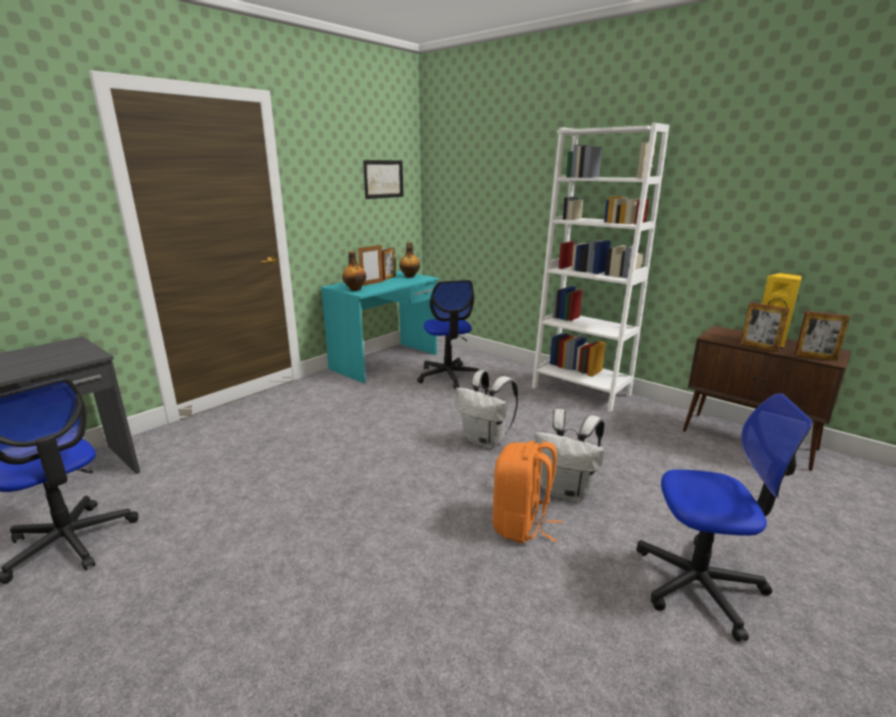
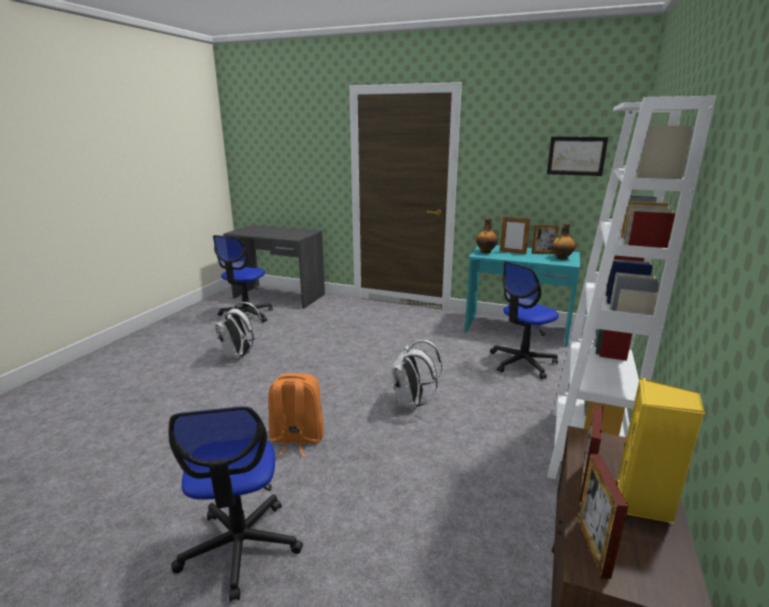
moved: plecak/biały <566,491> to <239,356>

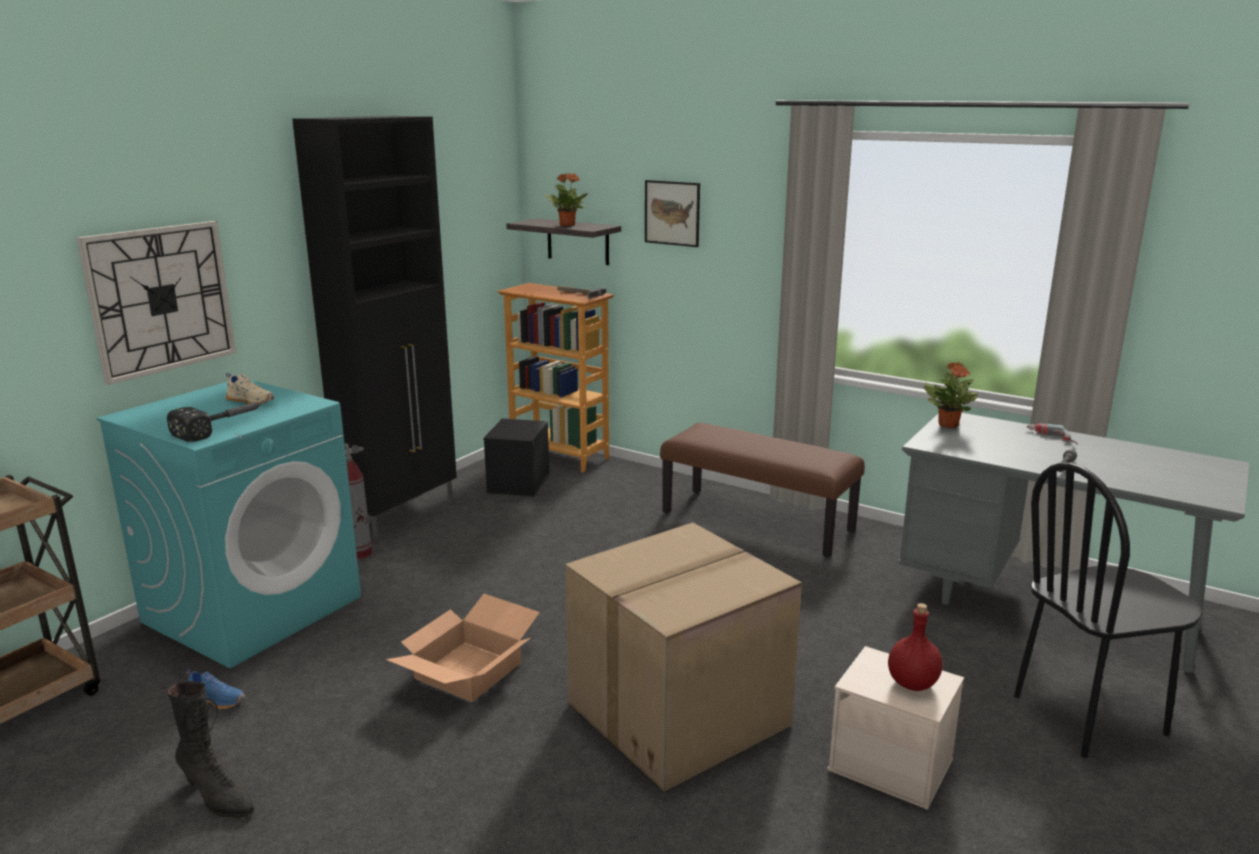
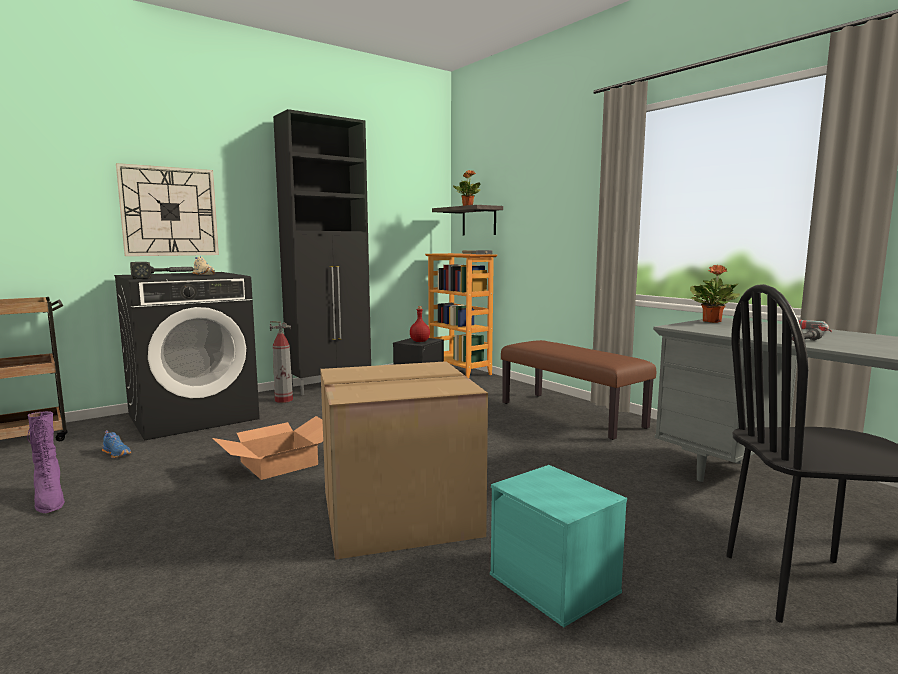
removed: obraz <672,213>
moved: butelka/czerwony <913,683> to <420,341>
recoloured: pralka/turkusowy <254,608> to pralka/czarny <194,416>; but z cholewką/czarny <217,797> to but z cholewką/fioletowy <49,500>; pojemnik do przechowywania/beżowy <892,765> to pojemnik do przechowywania/turkusowy <556,583>

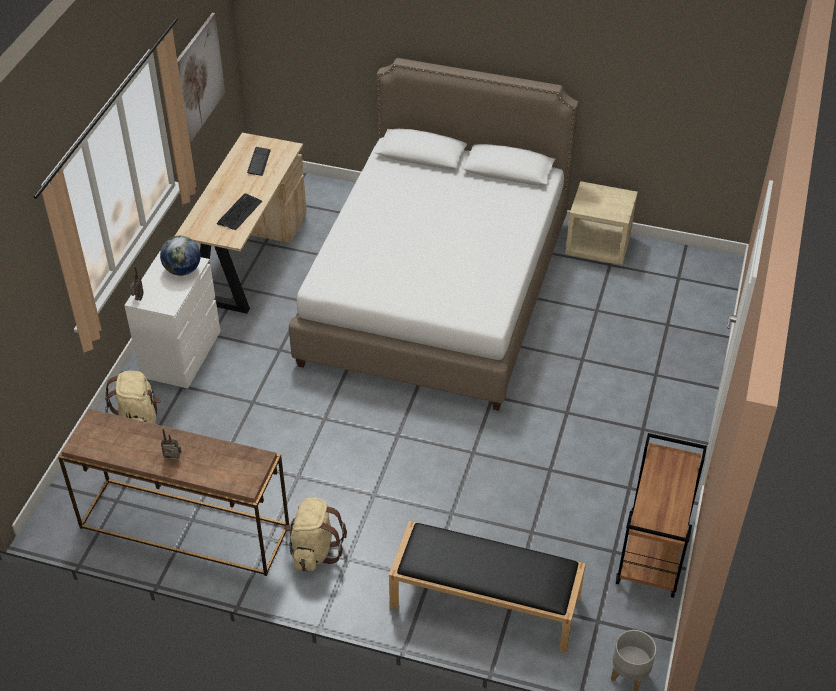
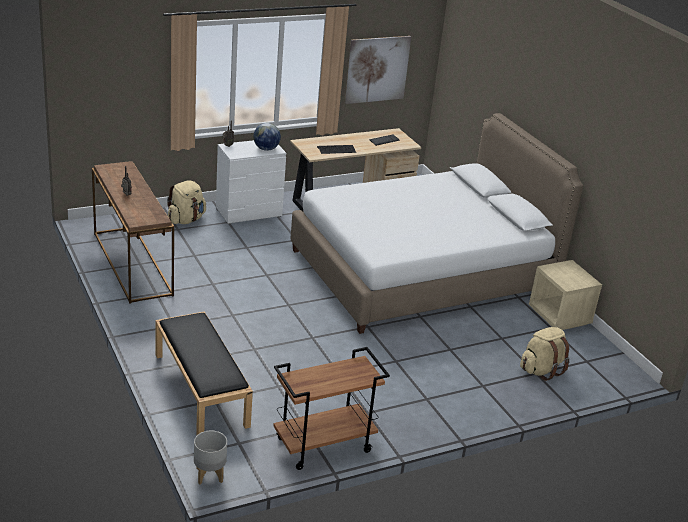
moved: plecak/beżowy <314,550> to <541,370>

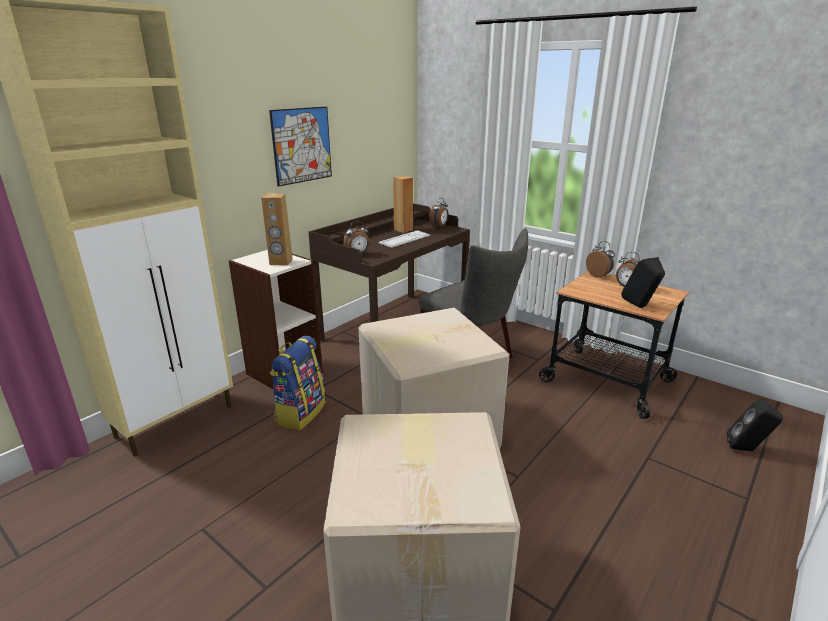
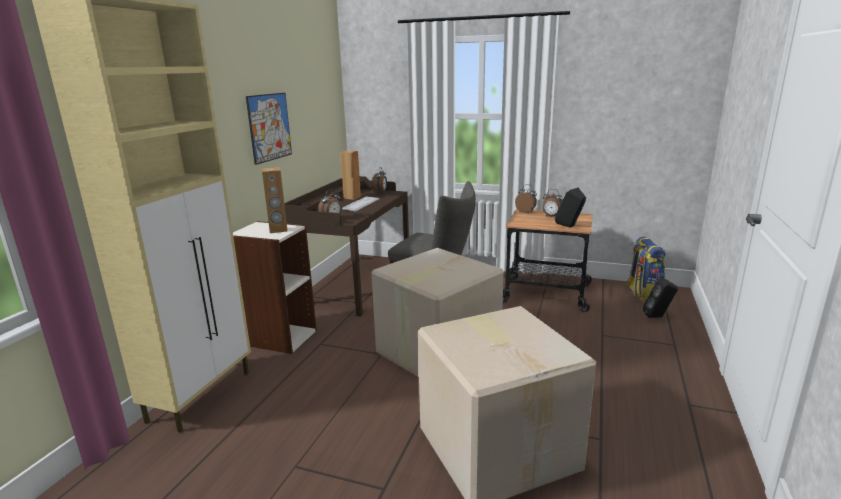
moved: plecak <300,413> to <642,294>

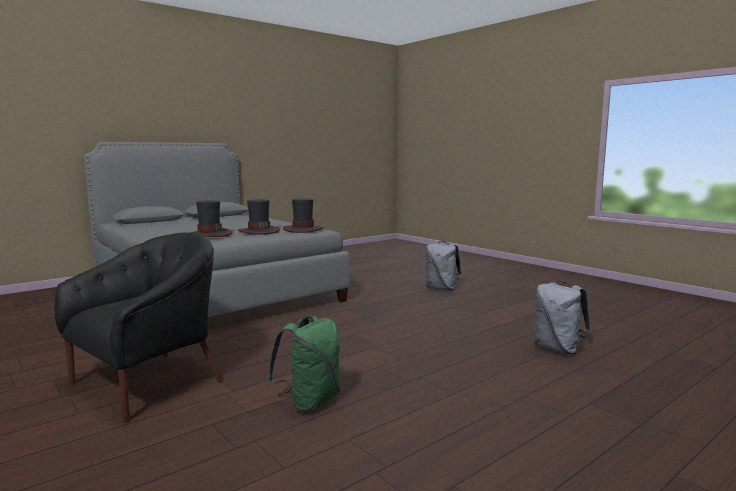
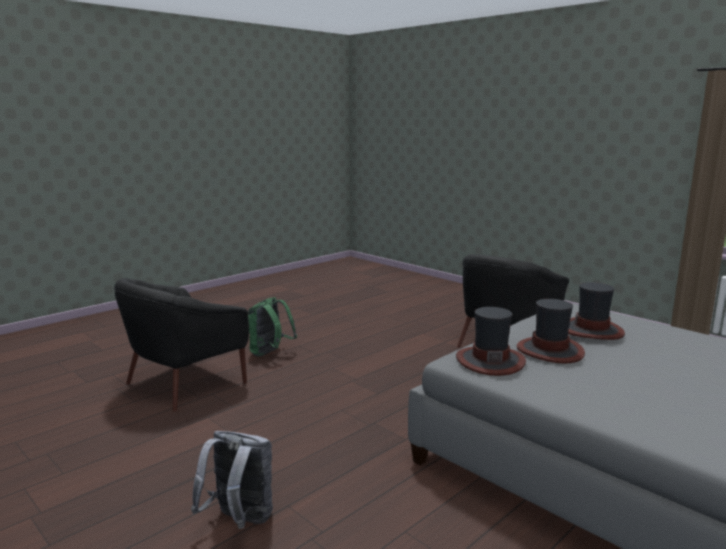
moved: plecak/zielony <309,401> to <270,353>
replaced: plecak/szary <558,349> to fotel/czarny <184,383>

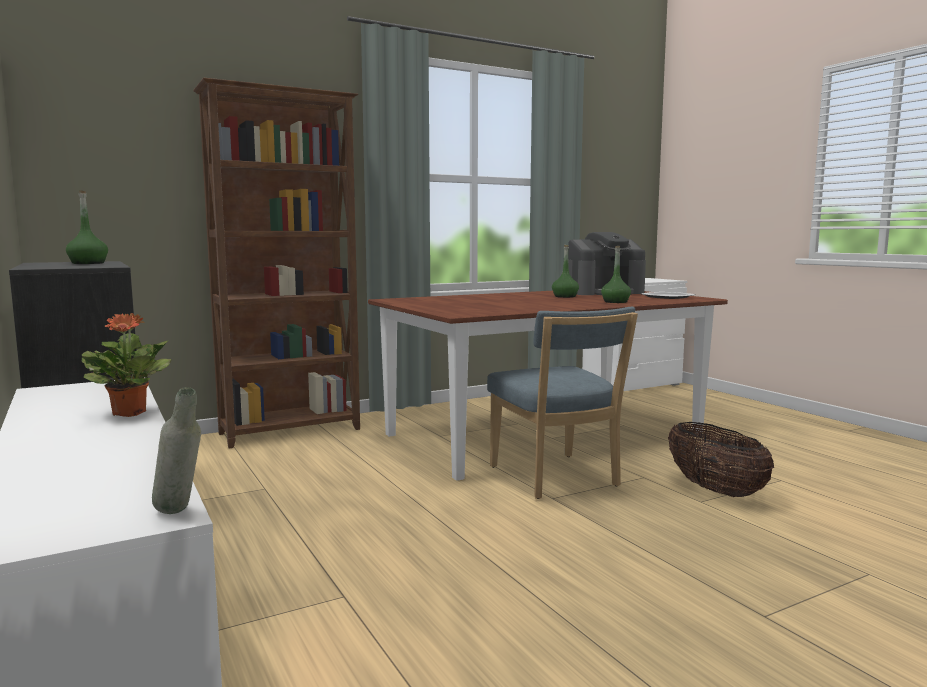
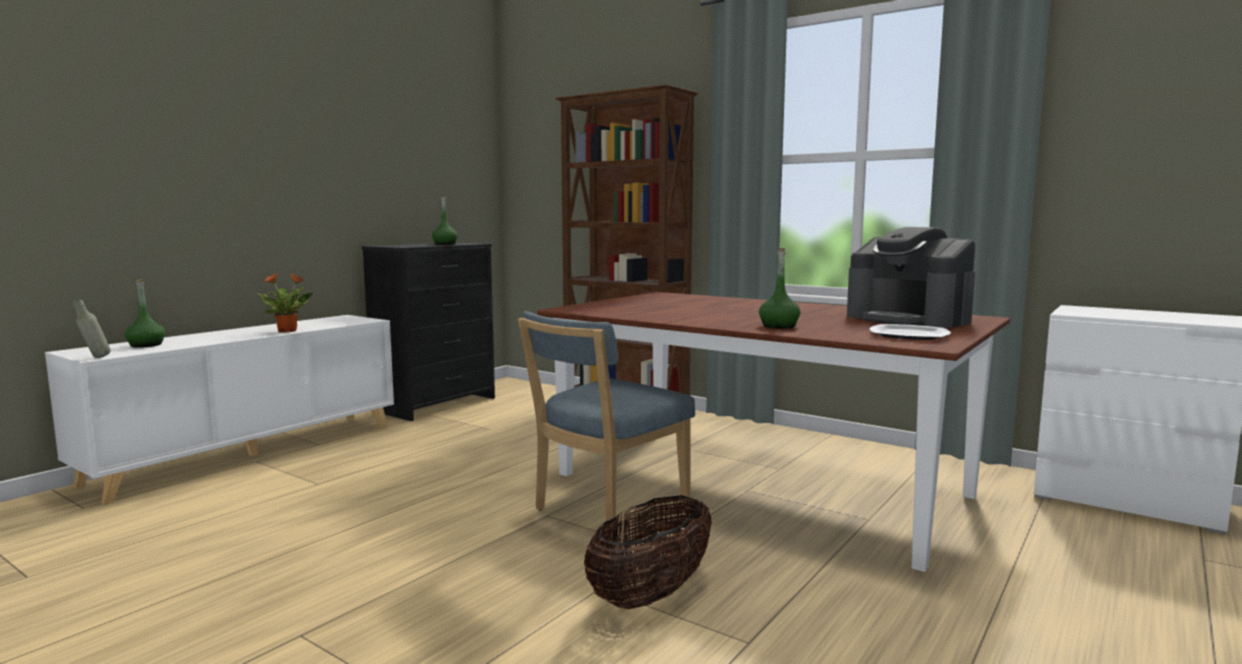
moved: butelka/zielony <565,296> to <146,345>

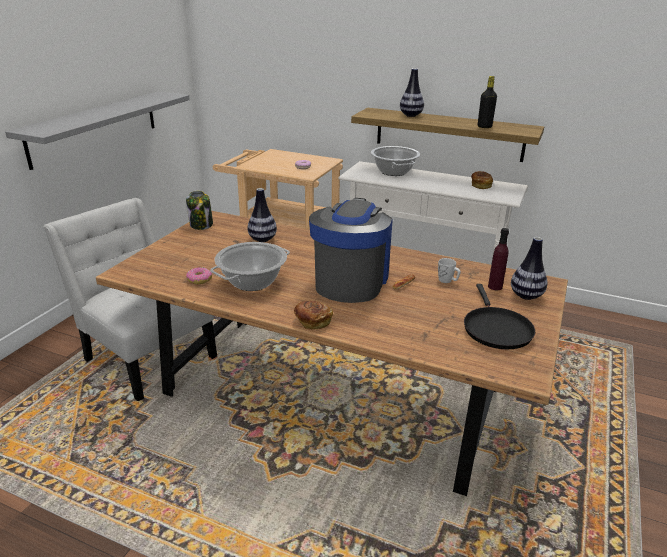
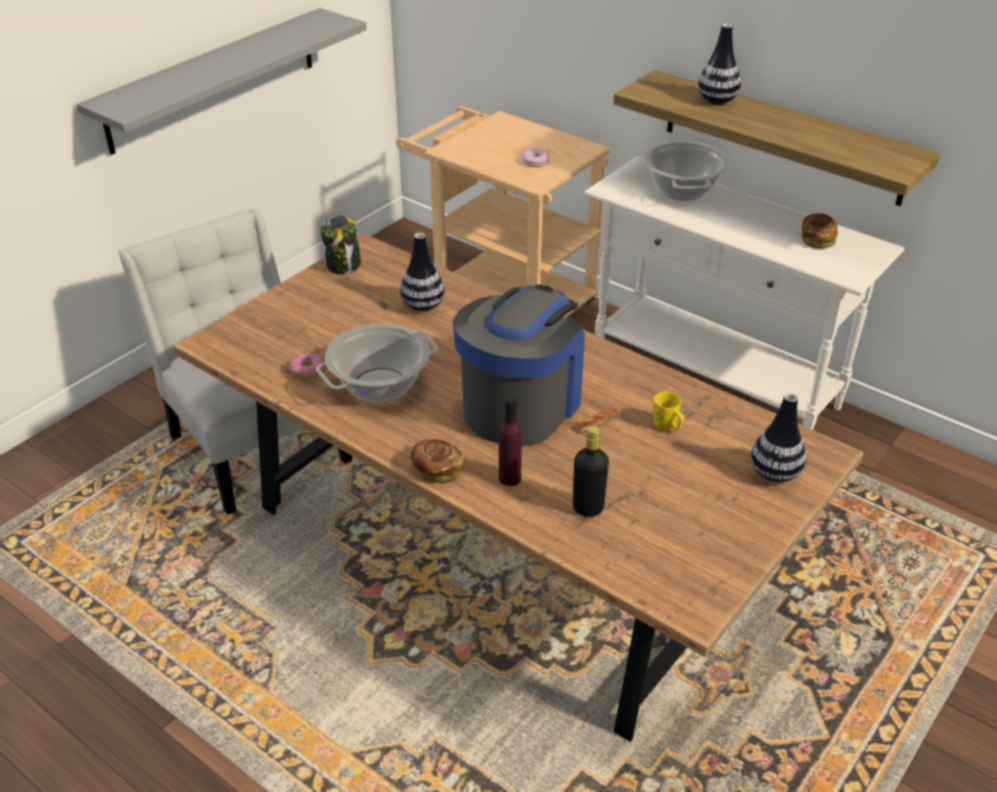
removed: patelnia/czarny <495,329>
moved: butelka/czarny <484,127> to <588,508>; butelka/fioletowy <495,286> to <509,478>
recoloured: kubek/biały <447,281> to kubek/żółty <667,426>

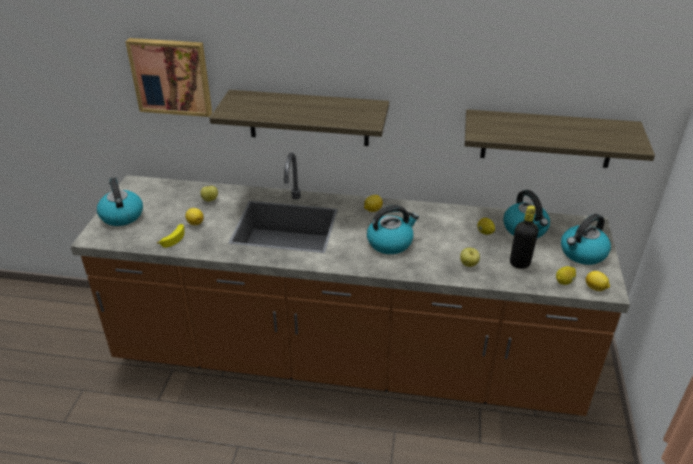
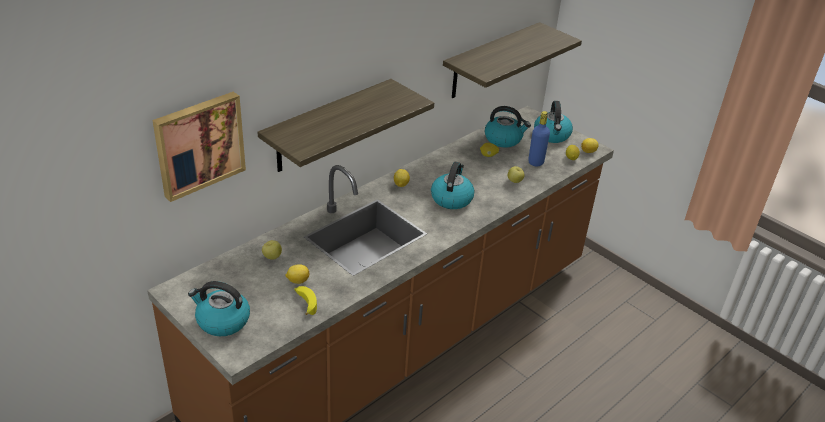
recoloured: butelka/czarny <519,263> to butelka/niebieski <536,162>

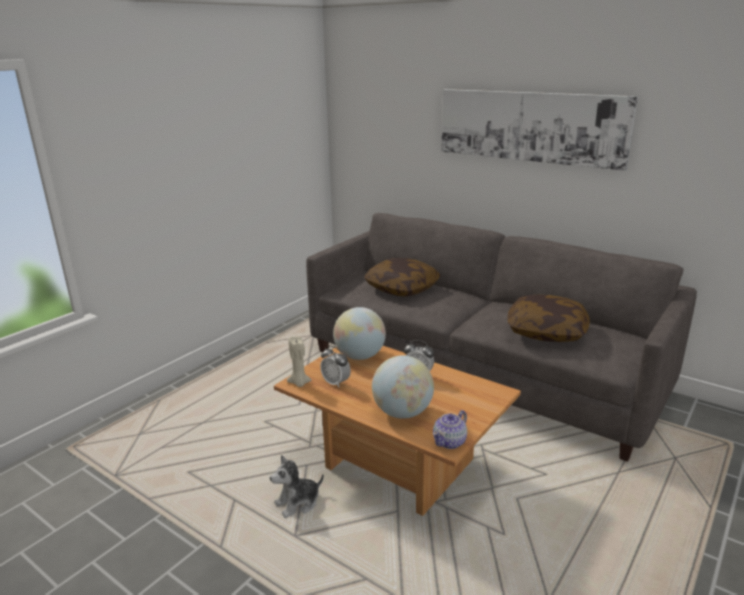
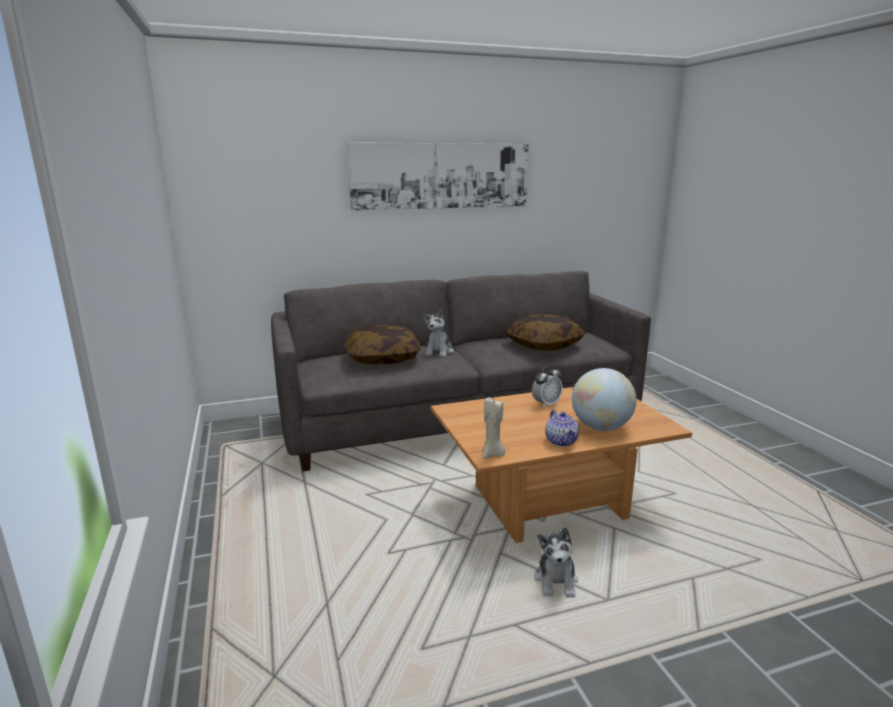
removed: budzik <336,383>; globus <360,356>
added: pluszak <439,351>
moved: imbryk <450,442> to <561,441>

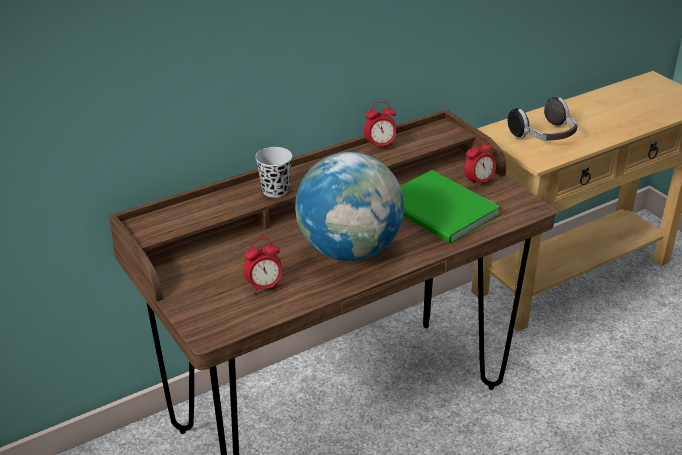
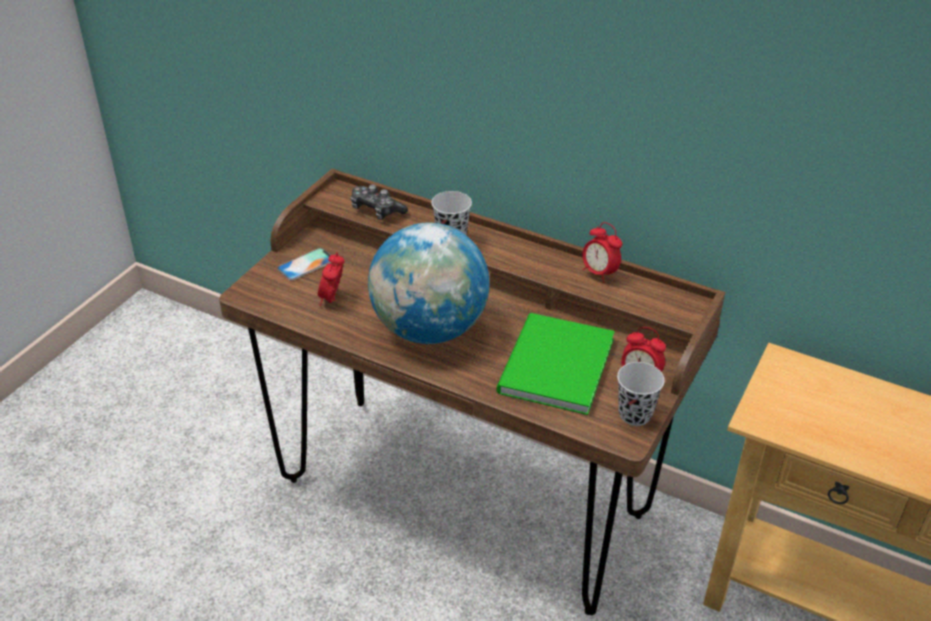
removed: słuchawki <544,137>
added: telefon <306,264>; pad do gier <376,210>; filiżanka/czarny <635,414>
turned: budzik <264,287> = <332,299> 60 degrees clockwise

